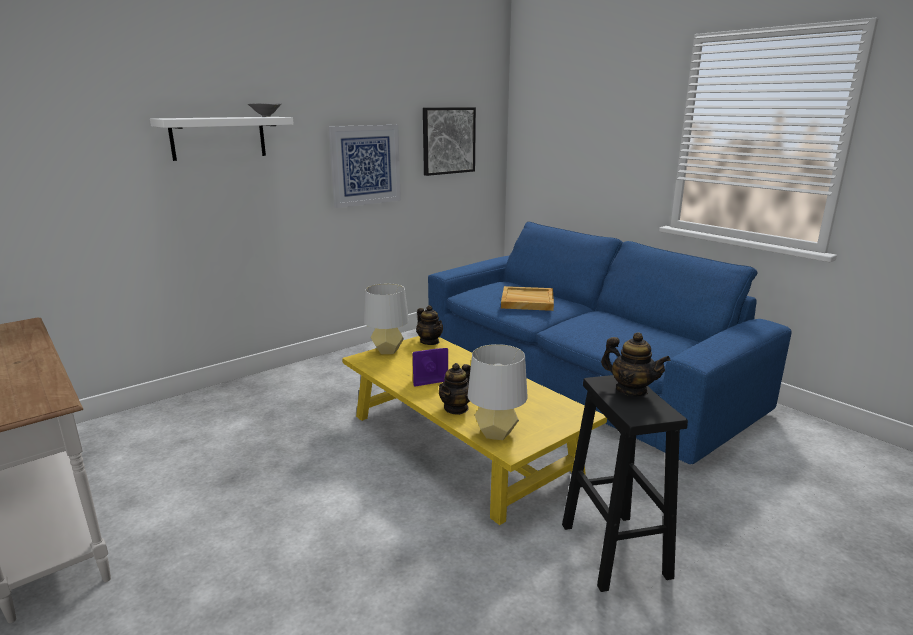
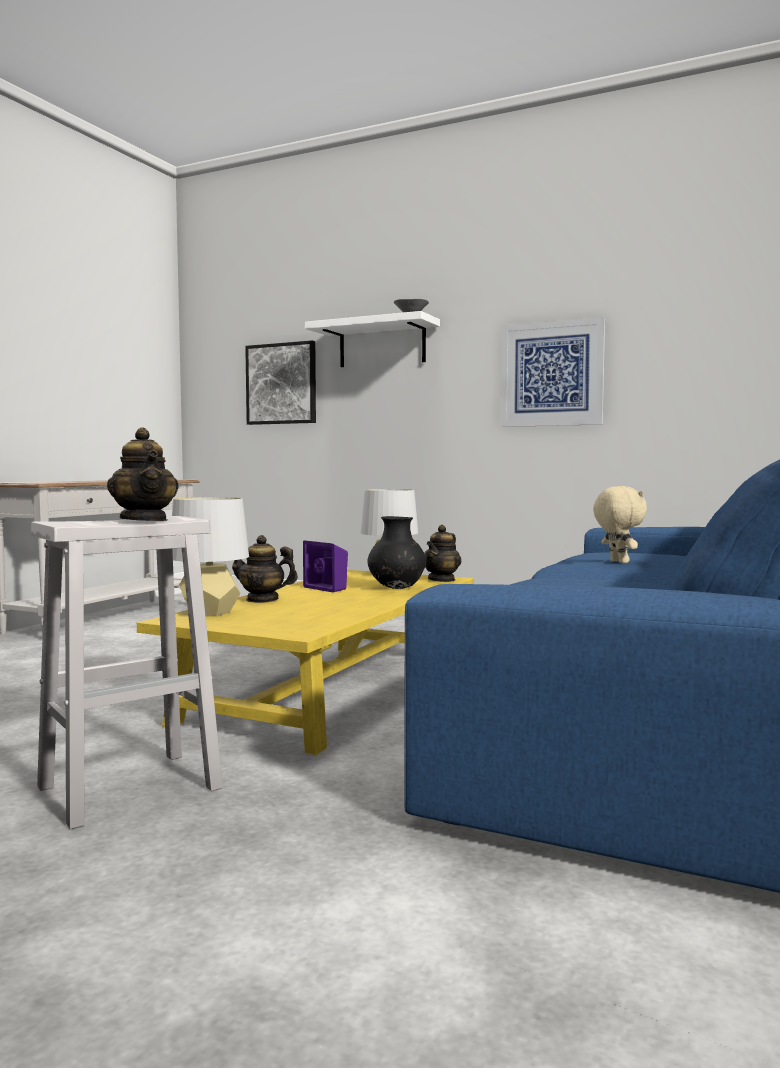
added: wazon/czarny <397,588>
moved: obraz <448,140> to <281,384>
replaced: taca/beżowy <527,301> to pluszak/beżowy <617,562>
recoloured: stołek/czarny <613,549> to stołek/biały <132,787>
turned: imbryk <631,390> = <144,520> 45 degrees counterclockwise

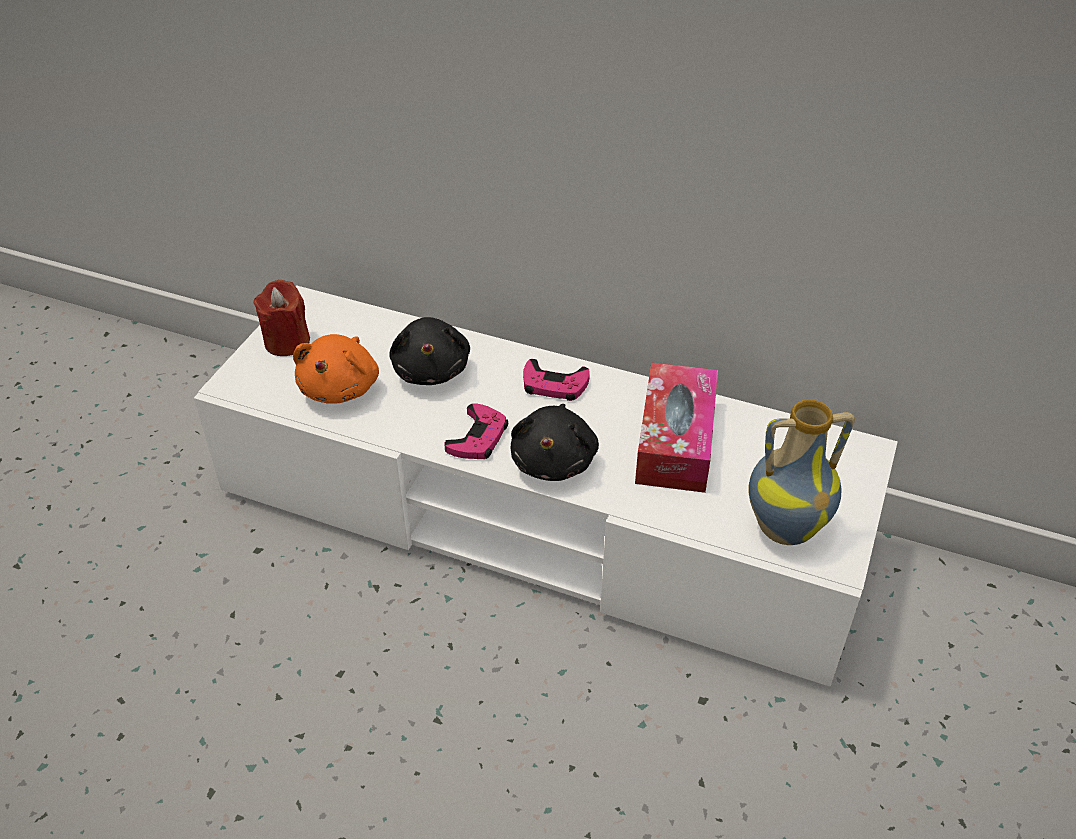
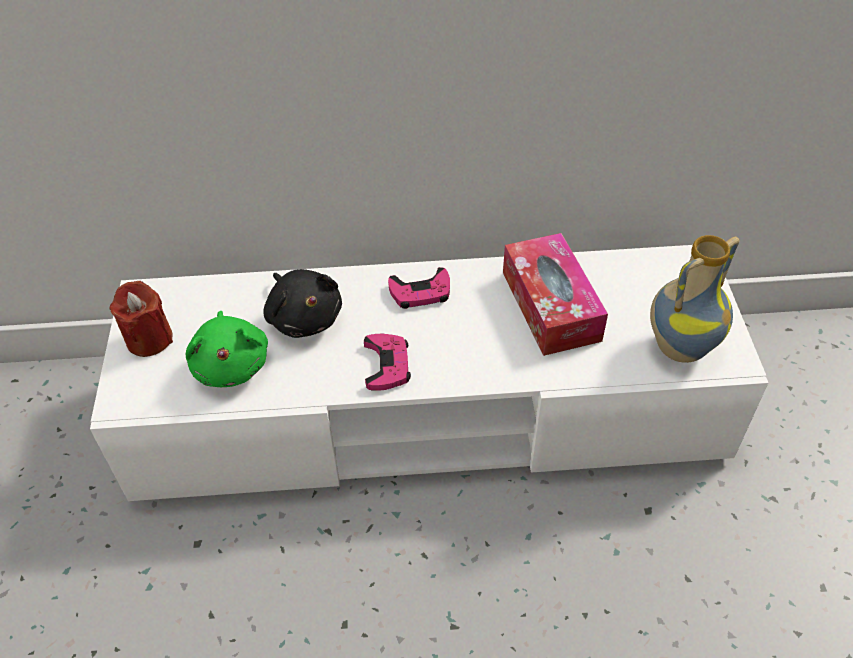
removed: pluszak/czarny <554,460>
recoloured: pluszak/pomarańczowy <341,387> to pluszak/zielony <231,364>

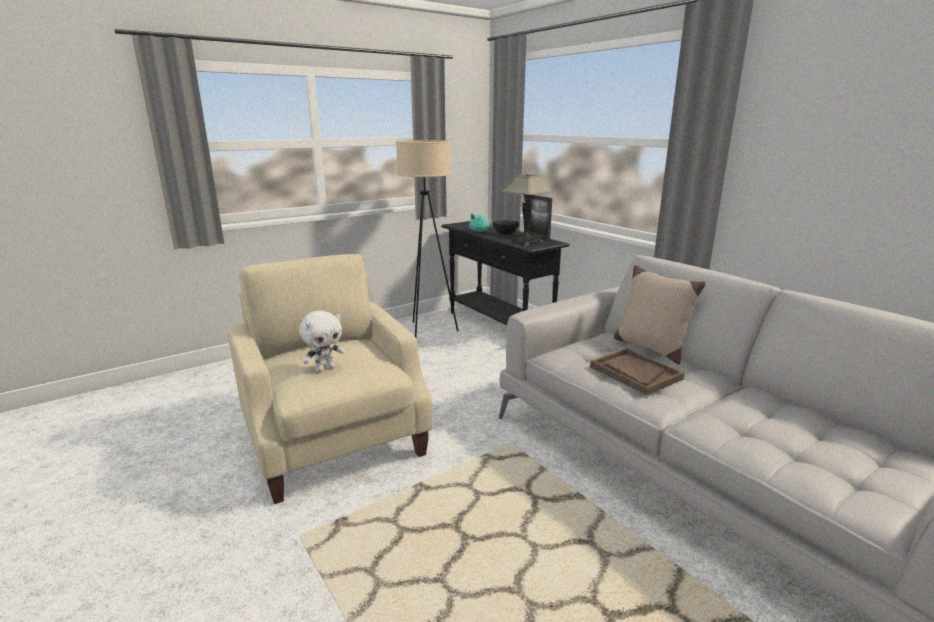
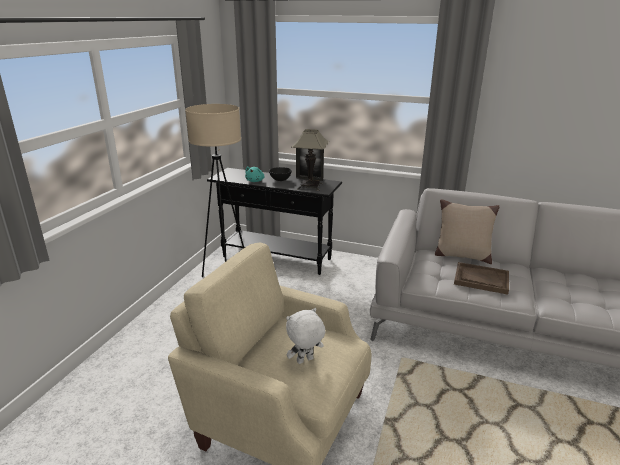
turned: pluszak/biały <325,369> = <305,361> 135 degrees counterclockwise

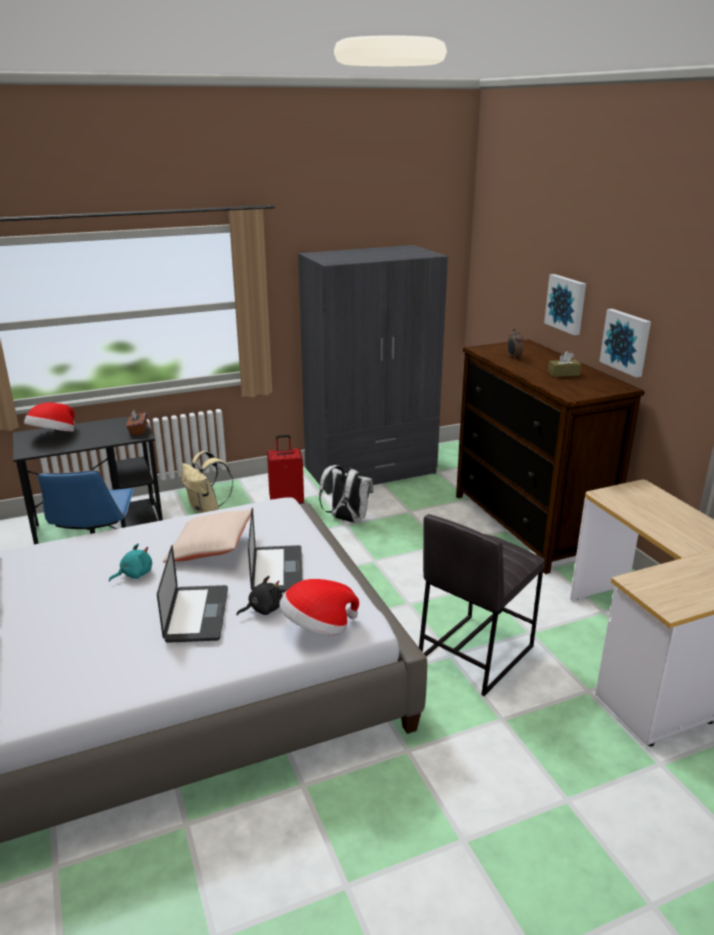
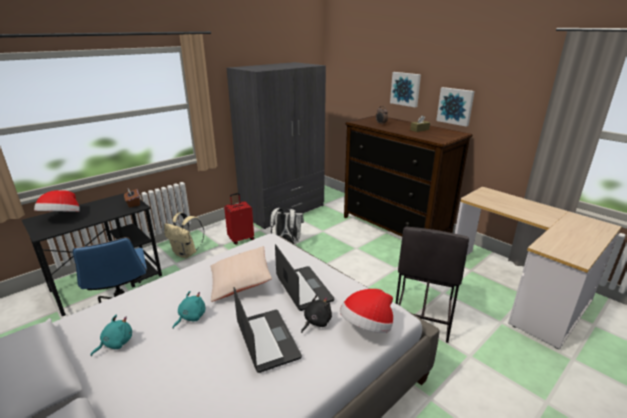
added: pluszak/turkusowy <116,343>

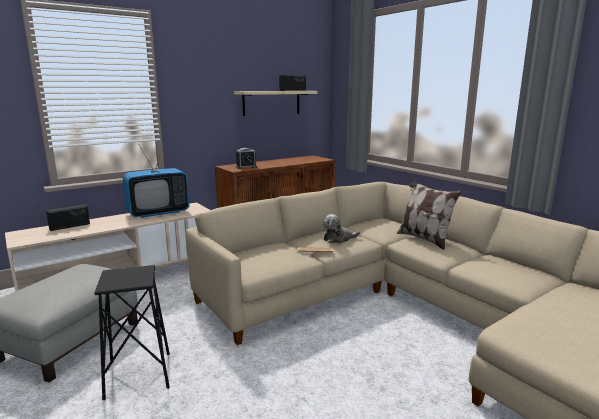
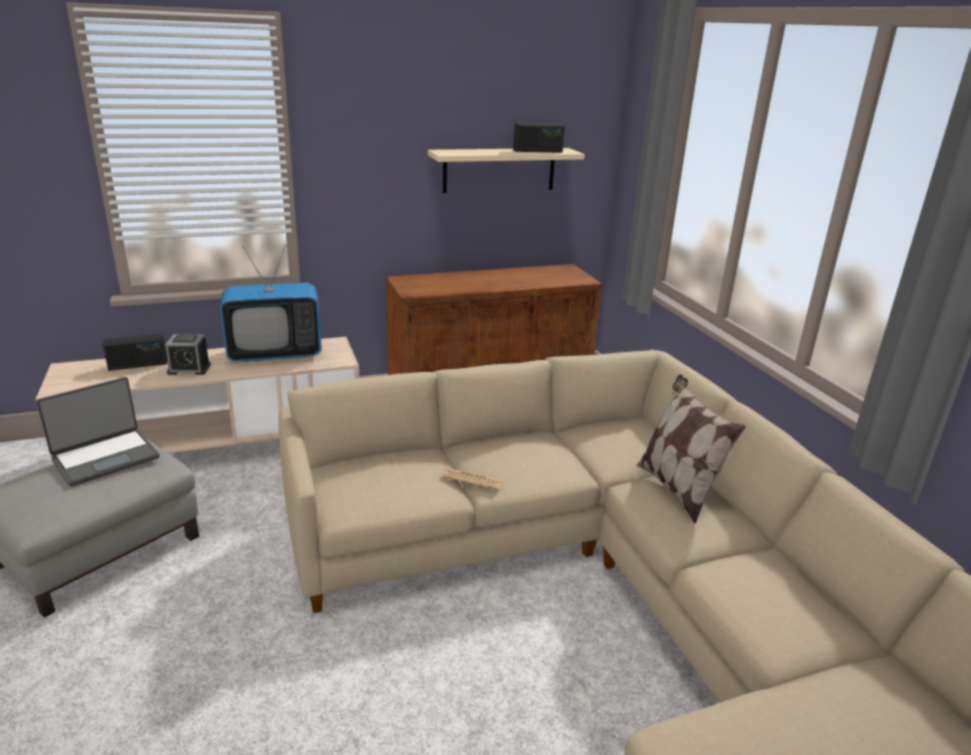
removed: stołek/czarny <138,375>; pluszak <338,239>
added: laptop <105,457>
moved: budzik <246,167> to <189,369>

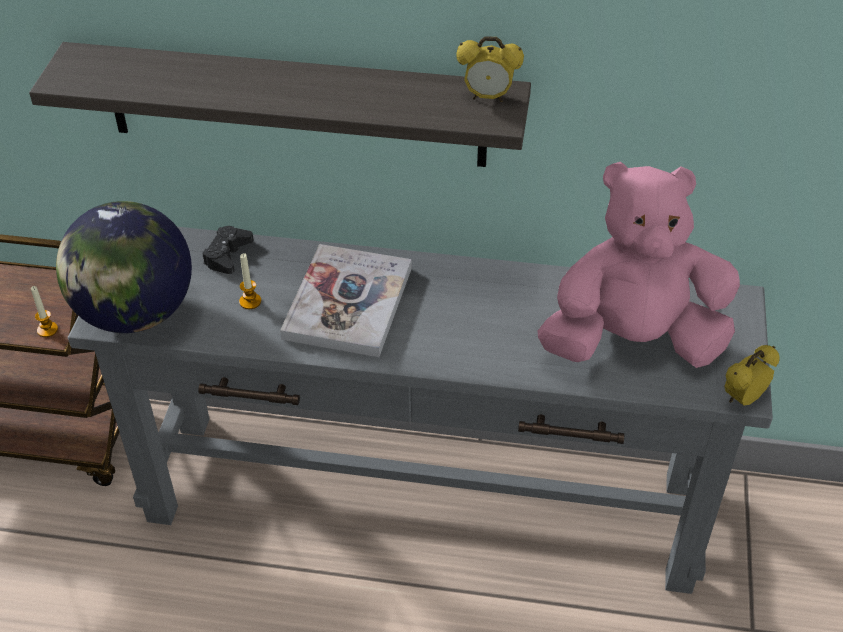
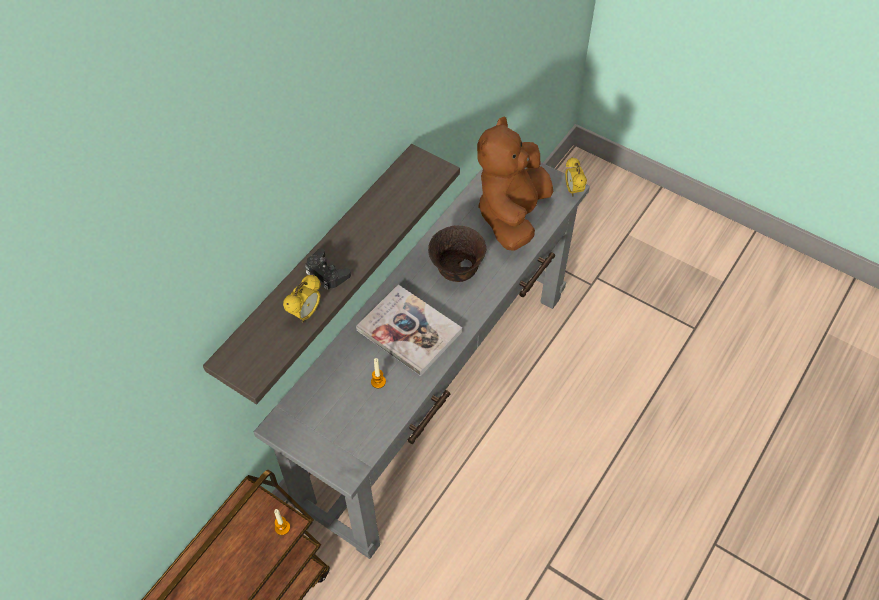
removed: globus <136,313>
added: miska/brązowy <457,271>
moved: pad do gier/czarny <227,255> to <326,273>; budzik <488,97> to <306,313>
recoloured: pluszak/różowy <633,341> to pluszak/brązowy <512,214>

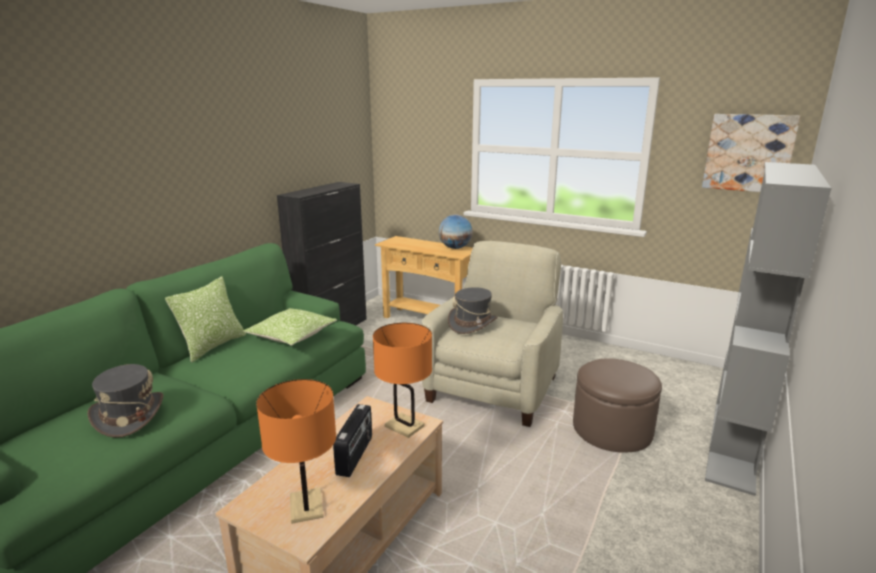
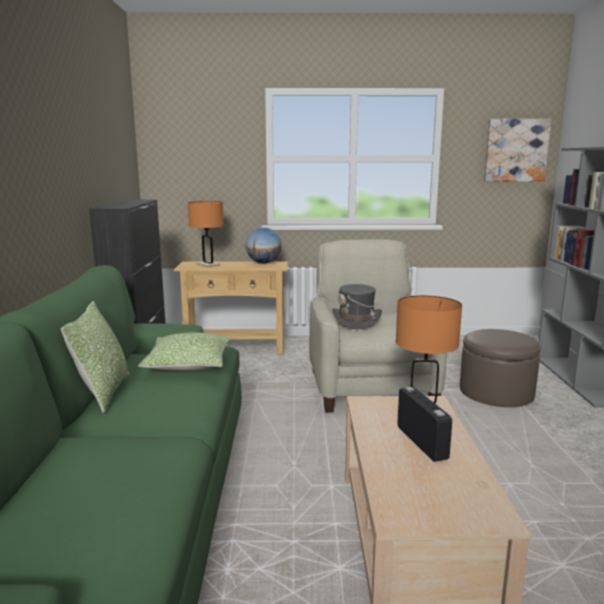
removed: kapelusz/szary <129,416>
moved: lampa stołowa/pomarańczowy <306,506> to <208,265>

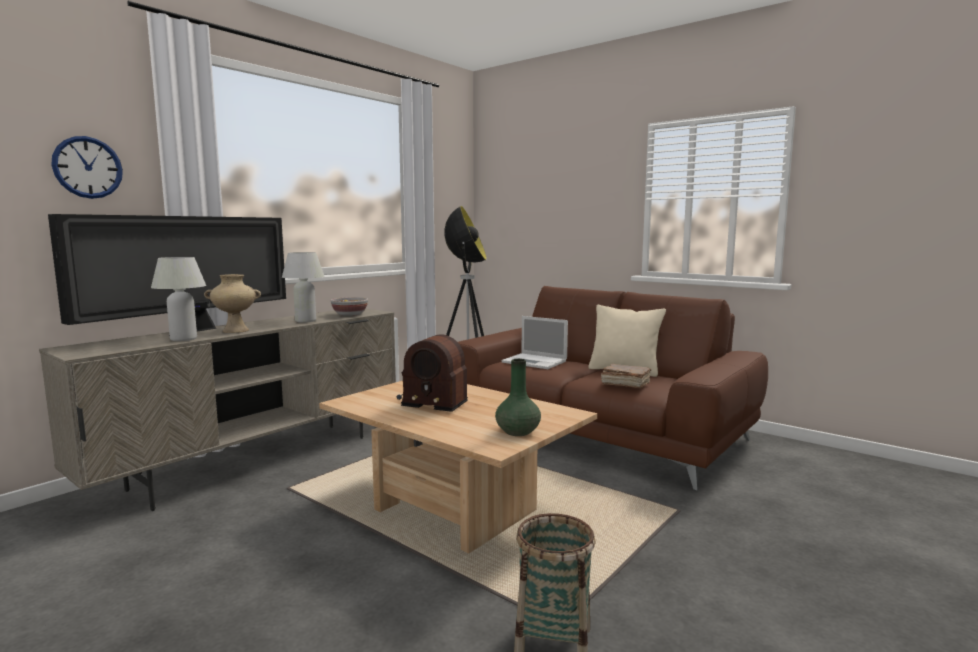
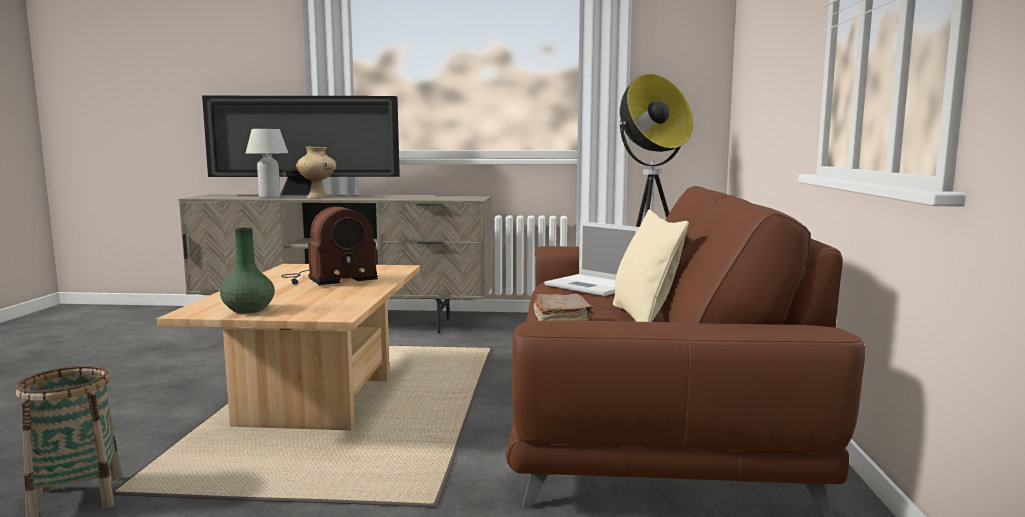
removed: zegar ścienny <88,167>; lampa stołowa/biały <305,321>; miska <349,315>
turned: radio <432,400> = <328,279> 105 degrees counterclockwise; laptop <535,362> = <593,286> 45 degrees counterclockwise

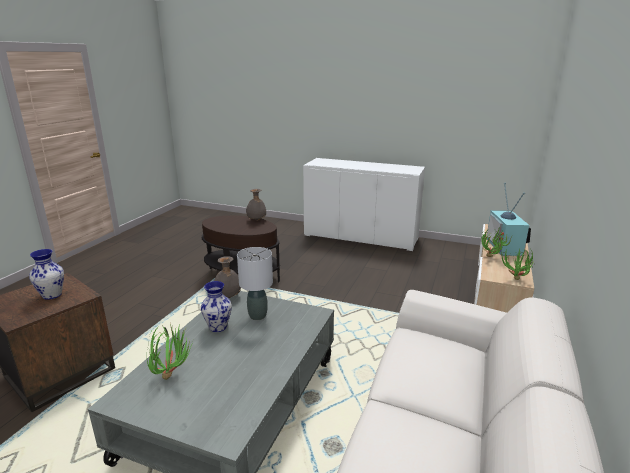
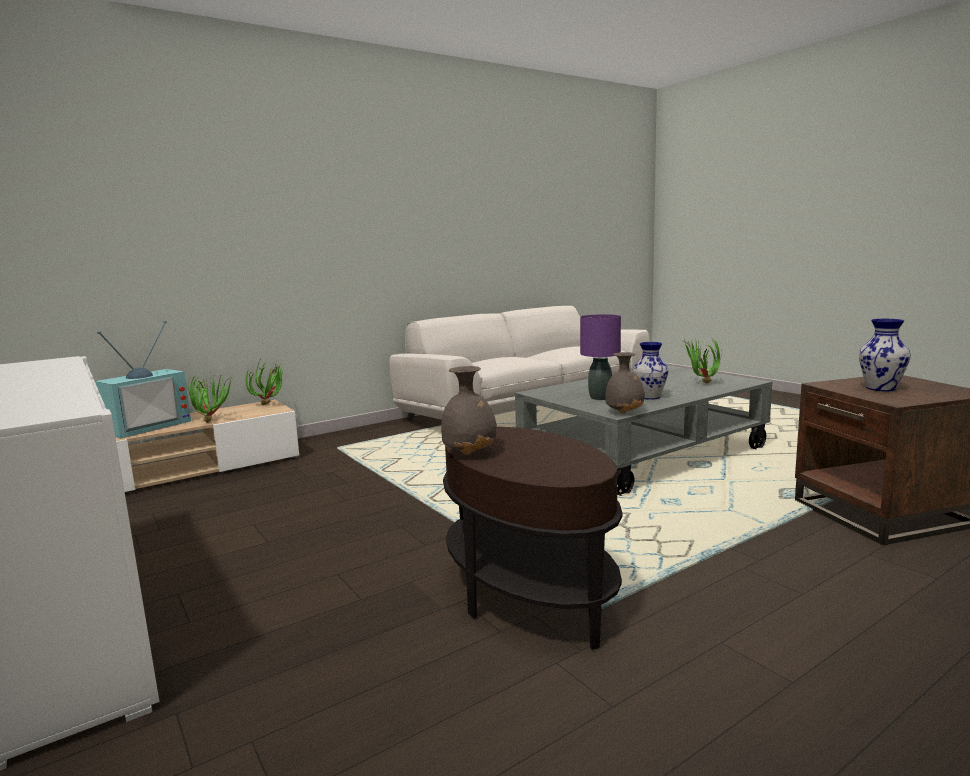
recoloured: lampa stołowa/szary <257,315> to lampa stołowa/fioletowy <600,398>

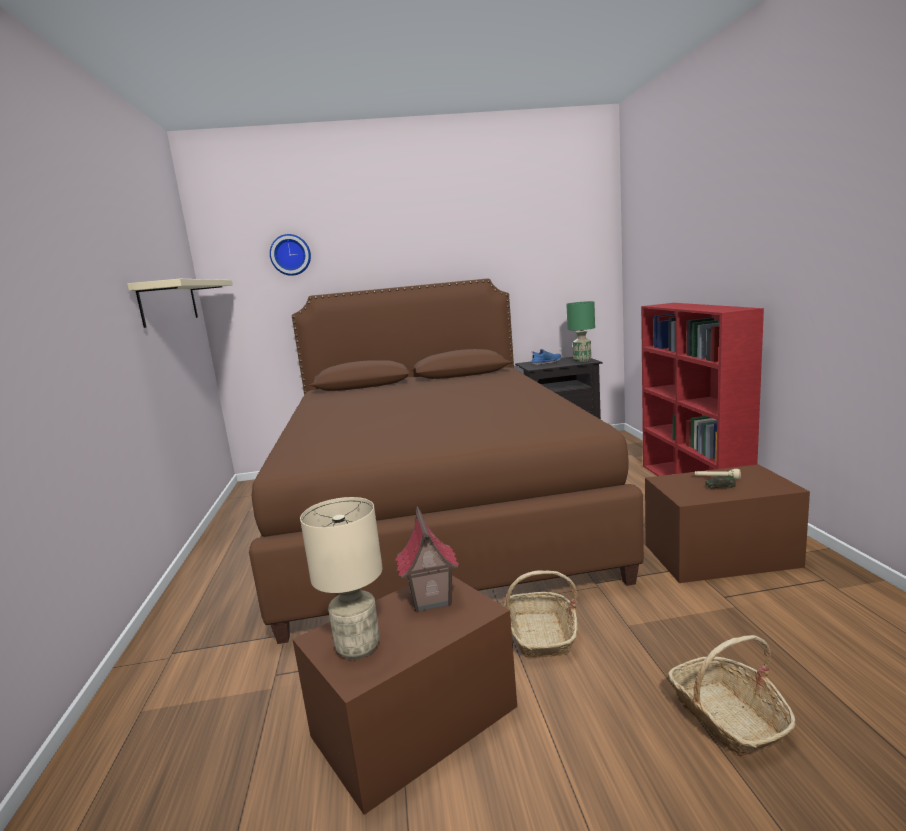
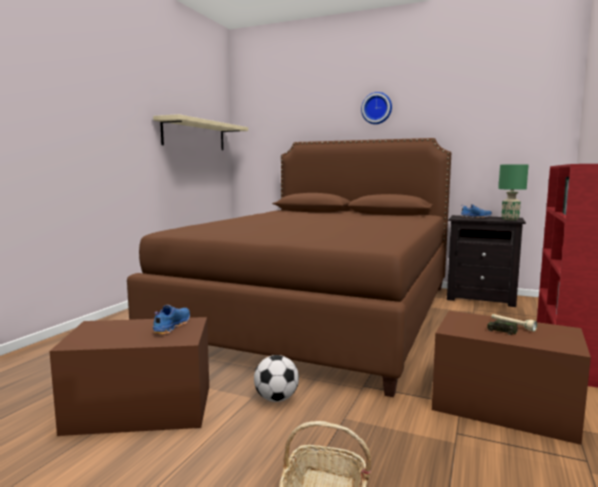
removed: lampa stołowa/beżowy <357,647>
moved: zegar ścienny <290,255> to <377,108>
replaced: domek <430,599> to but/niebieski <171,327>; koszyk <541,635> to piłka futbolowa <276,399>

